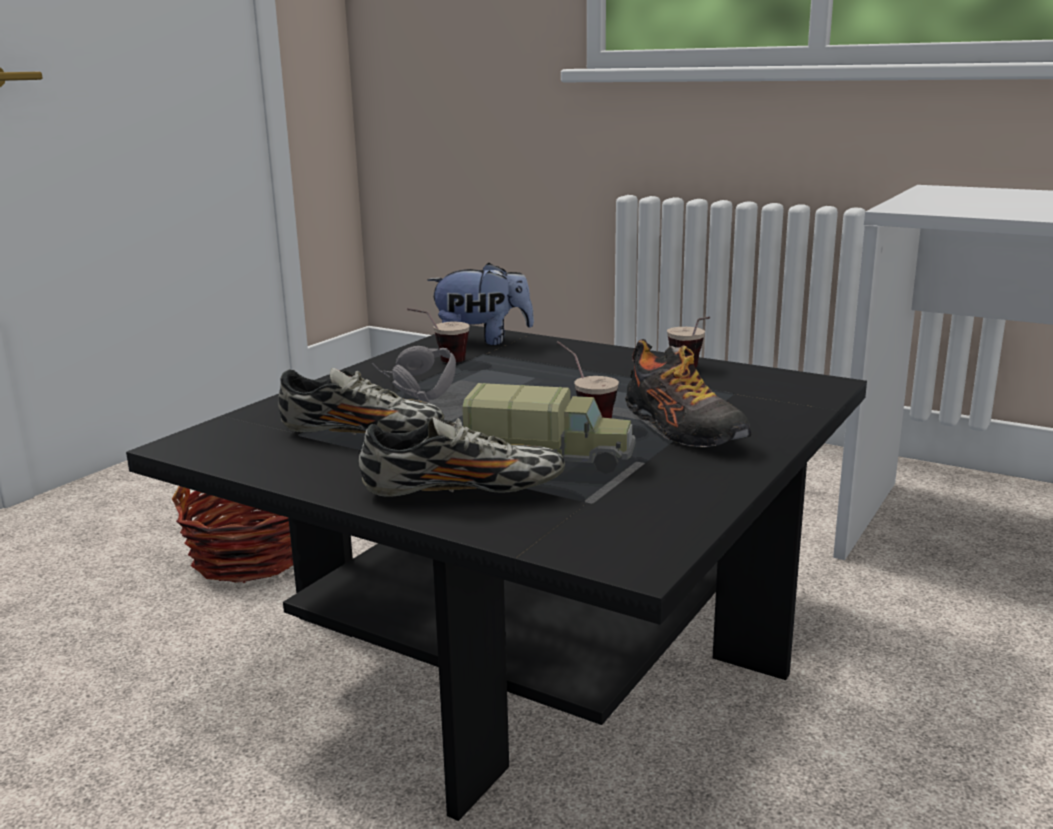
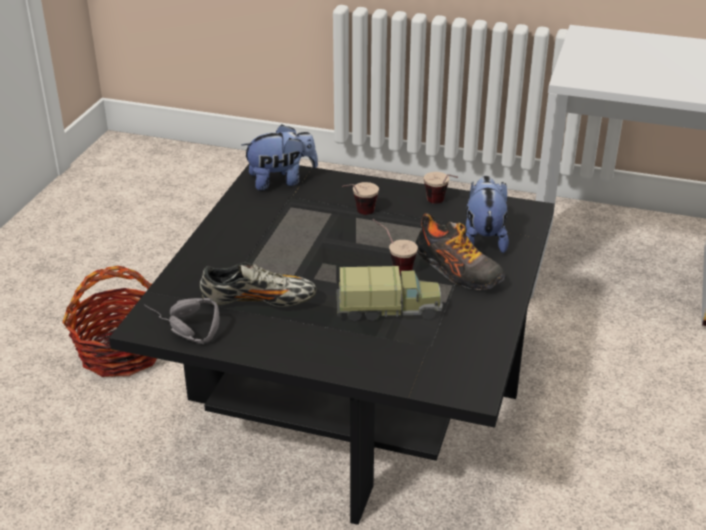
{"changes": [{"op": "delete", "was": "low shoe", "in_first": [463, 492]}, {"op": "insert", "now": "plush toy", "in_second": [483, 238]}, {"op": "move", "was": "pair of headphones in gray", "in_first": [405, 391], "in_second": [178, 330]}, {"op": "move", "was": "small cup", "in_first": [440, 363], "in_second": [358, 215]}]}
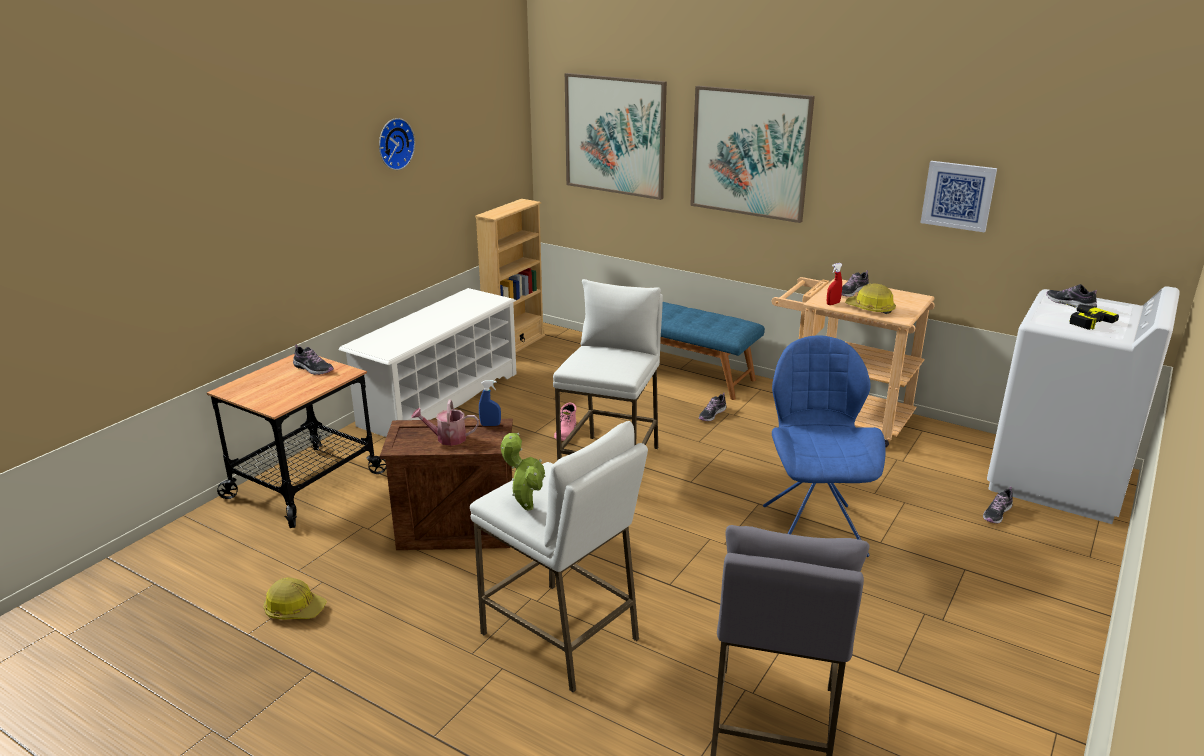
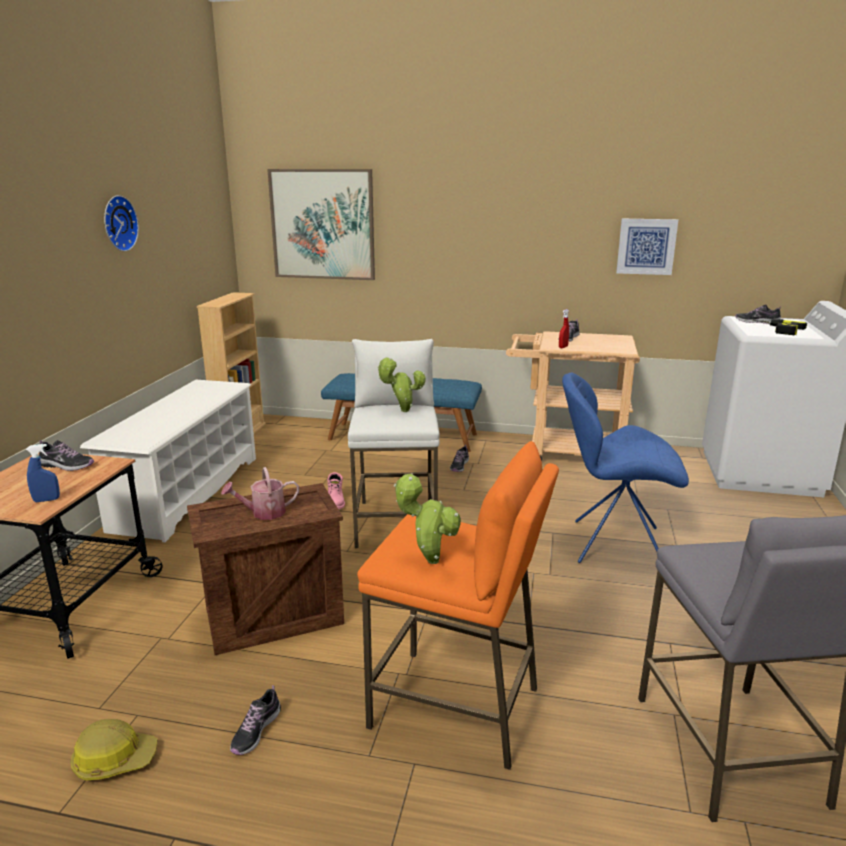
{"changes": [{"op": "delete", "was": "picture", "in_first": [750, 153]}, {"op": "delete", "was": "work helmet", "in_first": [870, 309]}, {"op": "insert", "now": "potted plant", "in_second": [402, 411]}, {"op": "move", "was": "spray bottle in blue-coloured", "in_first": [490, 425], "in_second": [46, 500]}, {"op": "move", "was": "low shoe", "in_first": [997, 513], "in_second": [256, 731]}, {"op": "recolor", "was": "stool in white", "now": "stool in orange", "in_first": [561, 636], "in_second": [456, 707]}, {"op": "rotate", "was": "chair in blue-coloured", "in_first": [813, 527], "in_second": [613, 544], "clockwise": -60}]}
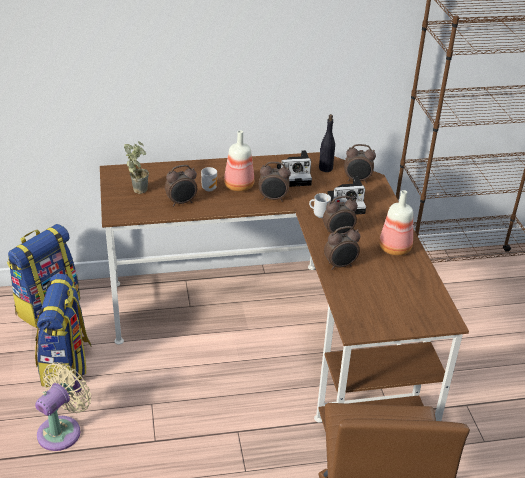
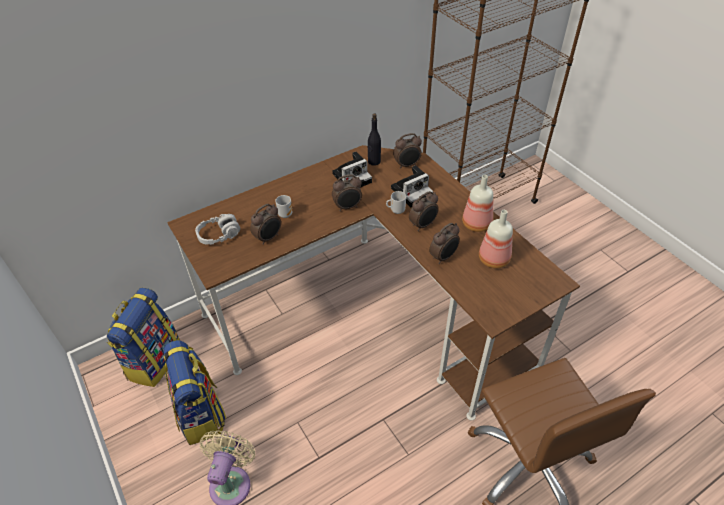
{"changes": [{"op": "move", "was": "drink bottle", "in_first": [239, 186], "in_second": [494, 260]}, {"op": "replace", "was": "potted plant", "now": "pair of headphones in gray", "in_first": [138, 188], "in_second": [219, 235]}]}
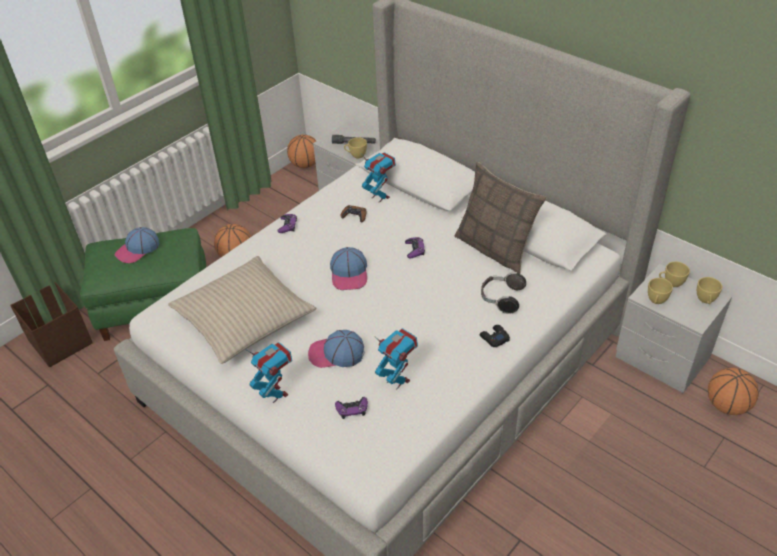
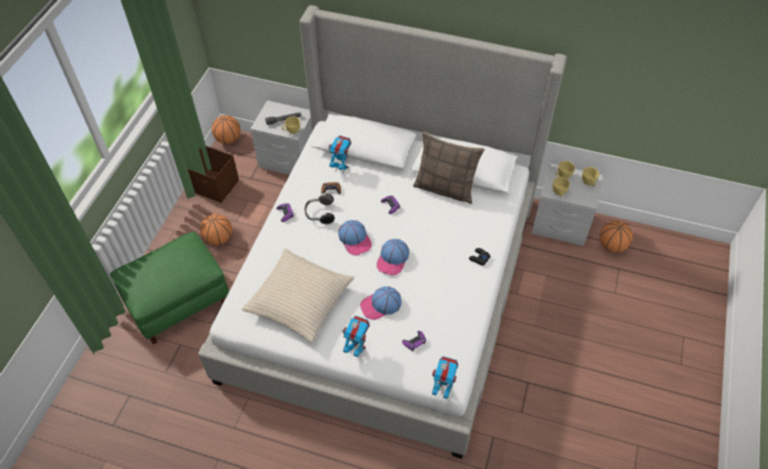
{"changes": [{"op": "move", "was": "storage bin in brown", "in_first": [60, 343], "in_second": [216, 186]}, {"op": "move", "was": "peaked cap", "in_first": [138, 249], "in_second": [393, 259]}, {"op": "move", "was": "toy robot", "in_first": [397, 380], "in_second": [443, 390]}, {"op": "move", "was": "pair of headphones", "in_first": [501, 299], "in_second": [320, 214]}]}
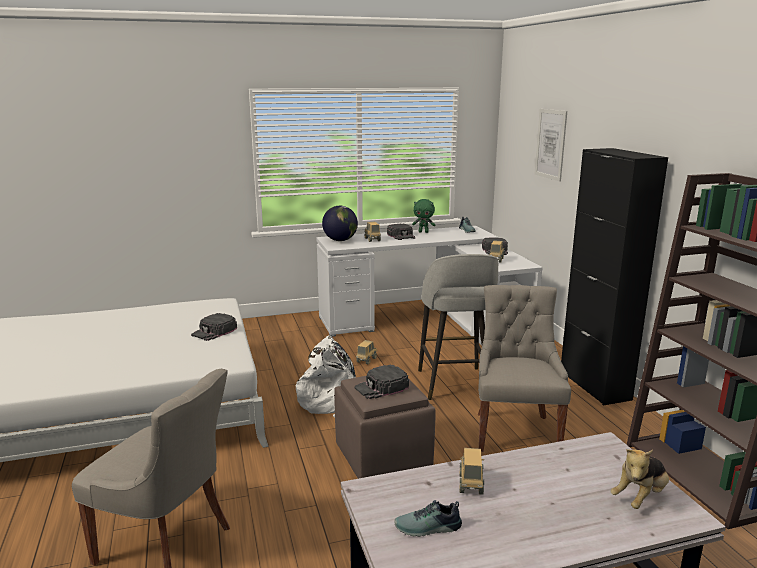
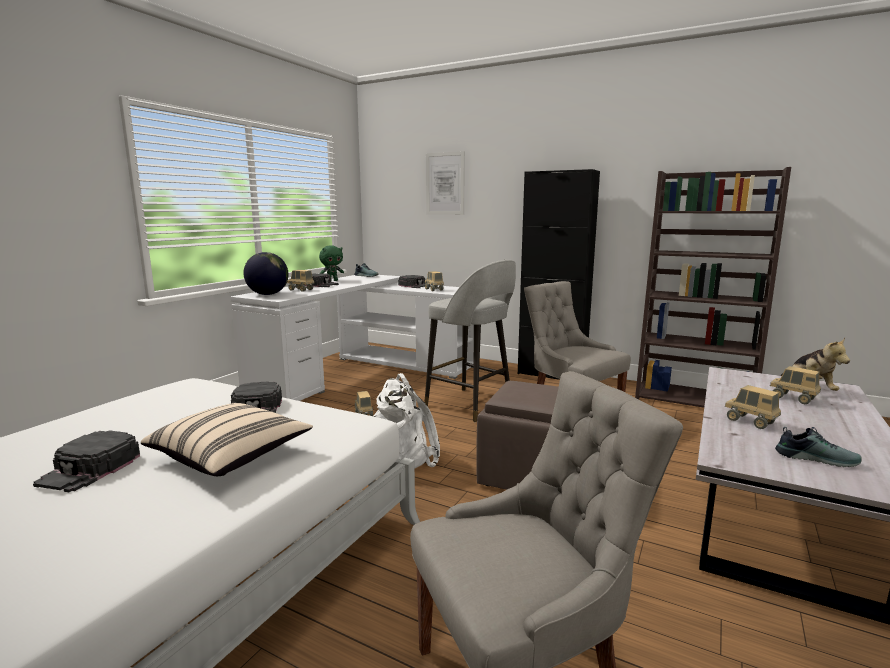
{"changes": [{"op": "insert", "now": "pillow in sand-coloured", "in_second": [232, 456]}, {"op": "insert", "now": "toy lorry", "in_second": [793, 399]}, {"op": "move", "was": "peaked cap in black-coloured", "in_first": [381, 387], "in_second": [90, 469]}, {"op": "rotate", "was": "low shoe", "in_first": [428, 528], "in_second": [815, 458], "clockwise": -105}]}
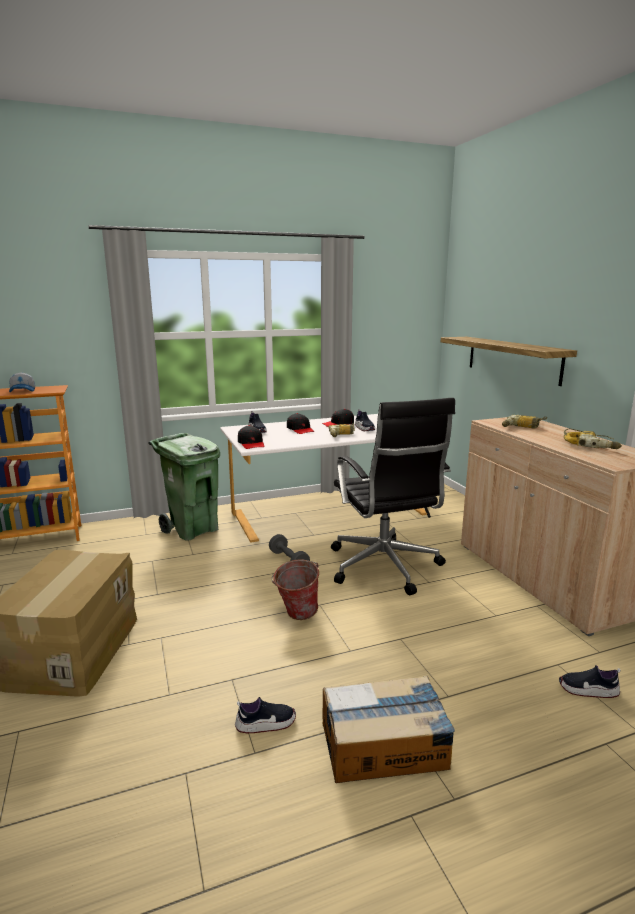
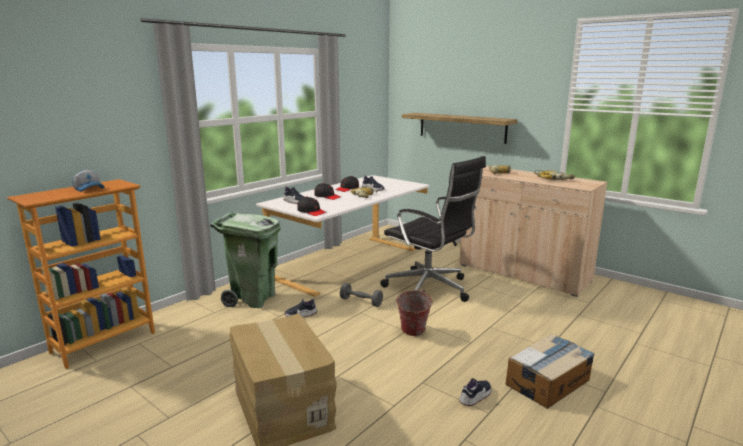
{"changes": [{"op": "move", "was": "low shoe", "in_first": [588, 690], "in_second": [301, 315]}]}
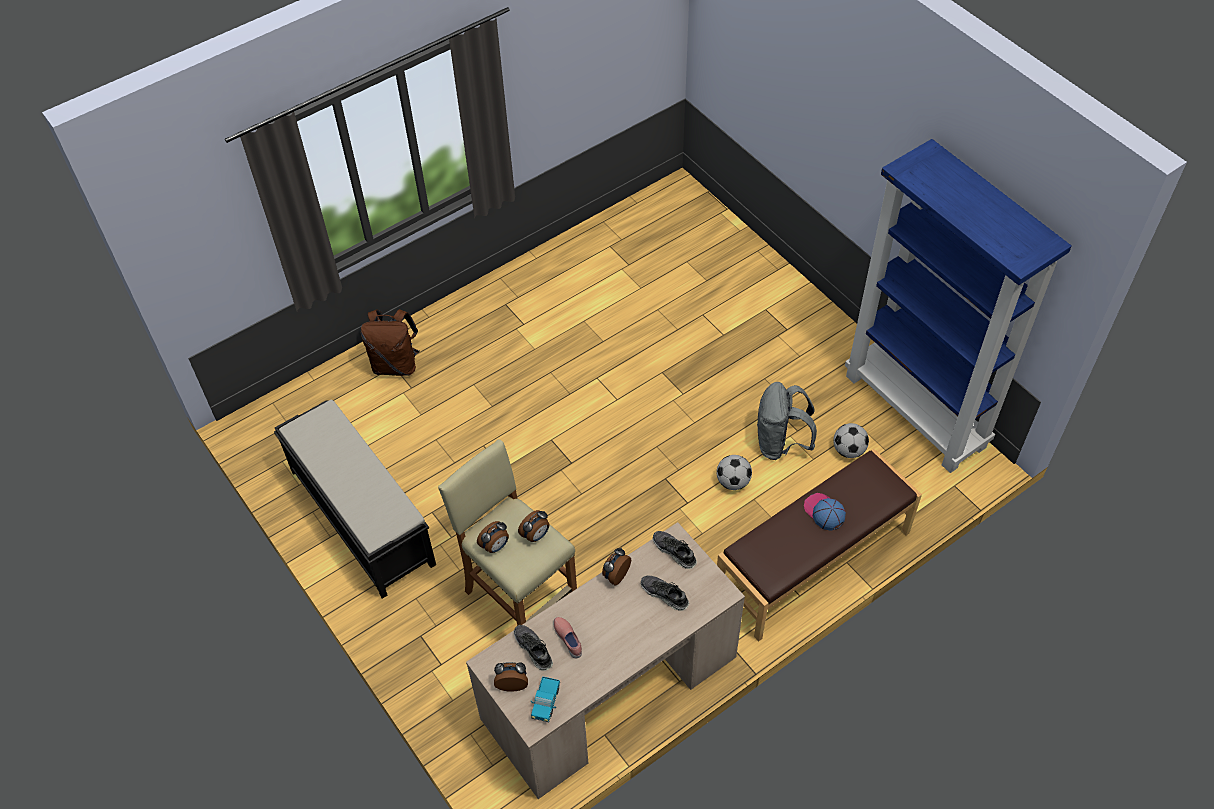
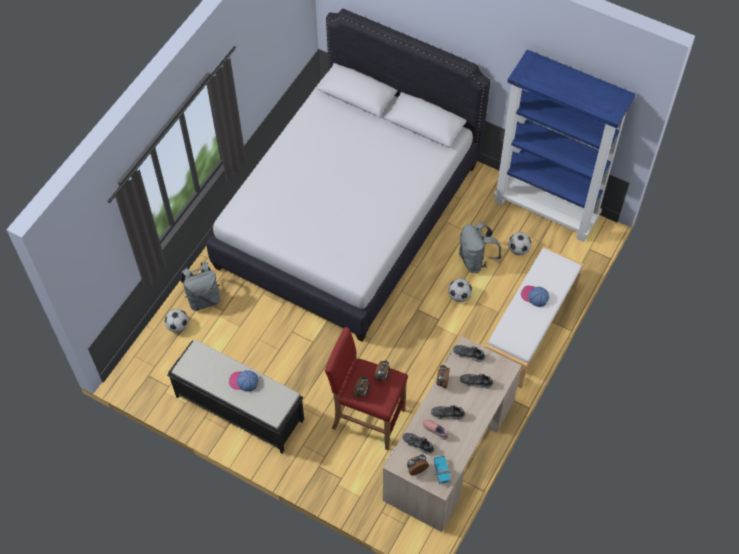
{"changes": [{"op": "insert", "now": "football", "in_second": [178, 326]}, {"op": "insert", "now": "sleeping bed in white", "in_second": [348, 215]}, {"op": "insert", "now": "peaked cap", "in_second": [243, 382]}, {"op": "insert", "now": "low shoe", "in_second": [447, 414]}, {"op": "recolor", "was": "rucksack in brown", "now": "rucksack in gray", "in_first": [396, 364], "in_second": [203, 299]}, {"op": "recolor", "was": "stool in sand-coloured", "now": "stool in reddish", "in_first": [520, 597], "in_second": [367, 418]}, {"op": "recolor", "was": "bench in brown", "now": "bench in white", "in_first": [813, 563], "in_second": [530, 328]}]}
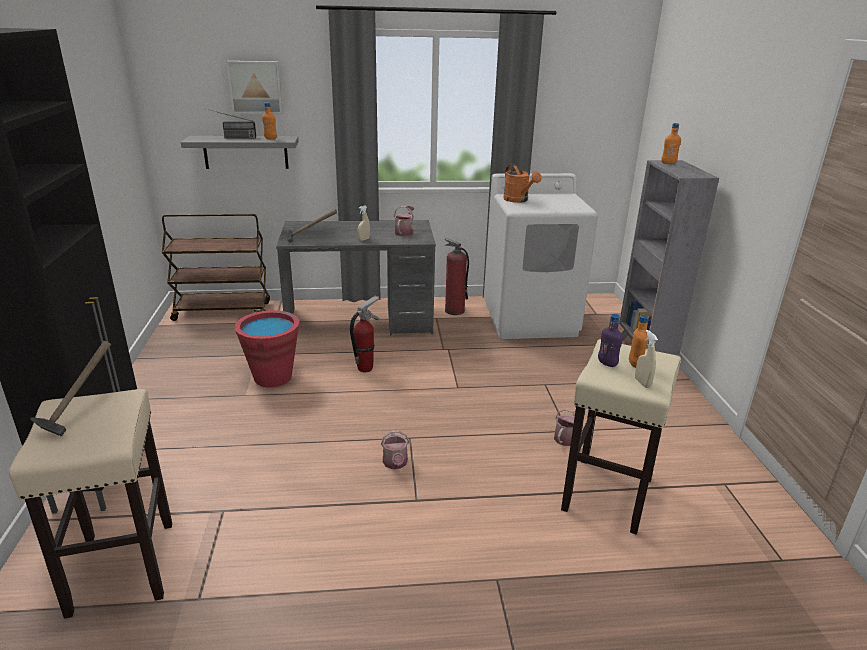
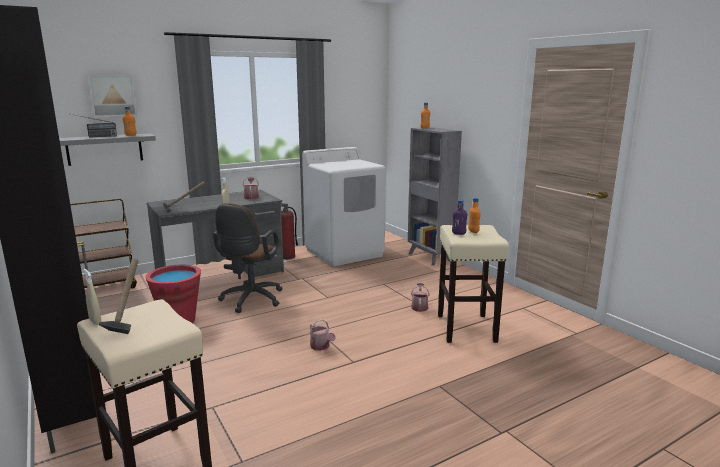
{"changes": [{"op": "delete", "was": "watering pot in orange", "in_first": [518, 200]}, {"op": "move", "was": "spray bottle in sand-coloured", "in_first": [642, 383], "in_second": [95, 321]}, {"op": "replace", "was": "fire-fighting cylinder", "now": "desk chair in brown", "in_first": [365, 368], "in_second": [250, 300]}]}
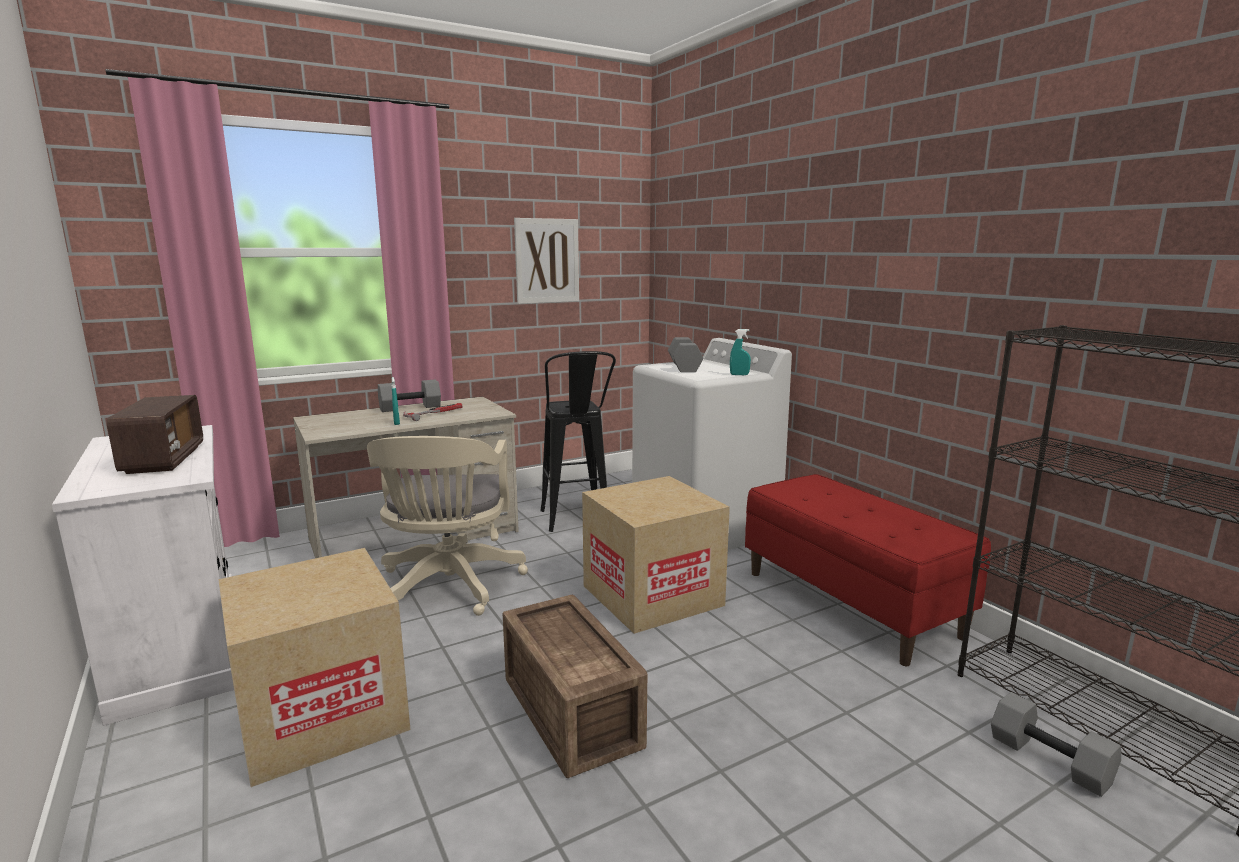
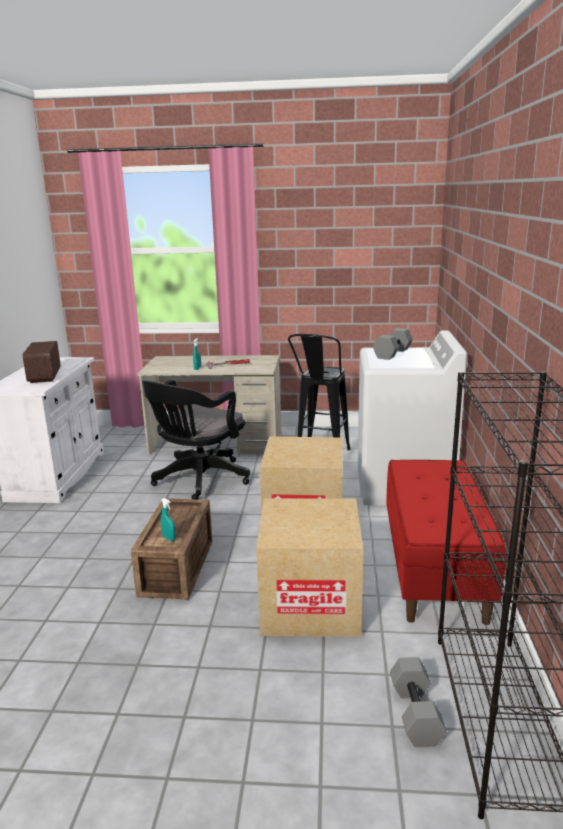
{"changes": [{"op": "delete", "was": "hand weight in gray", "in_first": [410, 407]}, {"op": "delete", "was": "picture", "in_first": [547, 261]}, {"op": "move", "was": "cardboard box", "in_first": [321, 715], "in_second": [310, 604]}, {"op": "move", "was": "spray bottle in turquoise", "in_first": [739, 375], "in_second": [169, 538]}, {"op": "recolor", "was": "desk chair in sand-coloured", "now": "desk chair in black-coloured", "in_first": [449, 588], "in_second": [198, 480]}, {"op": "rotate", "was": "radio", "in_first": [163, 459], "in_second": [45, 376], "clockwise": 150}]}
